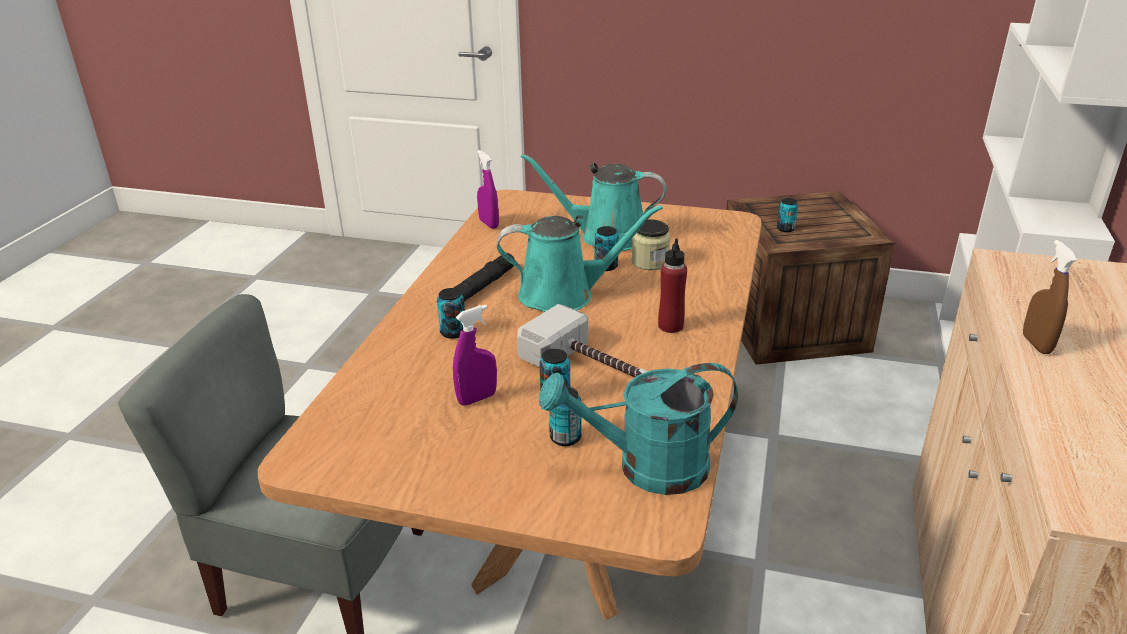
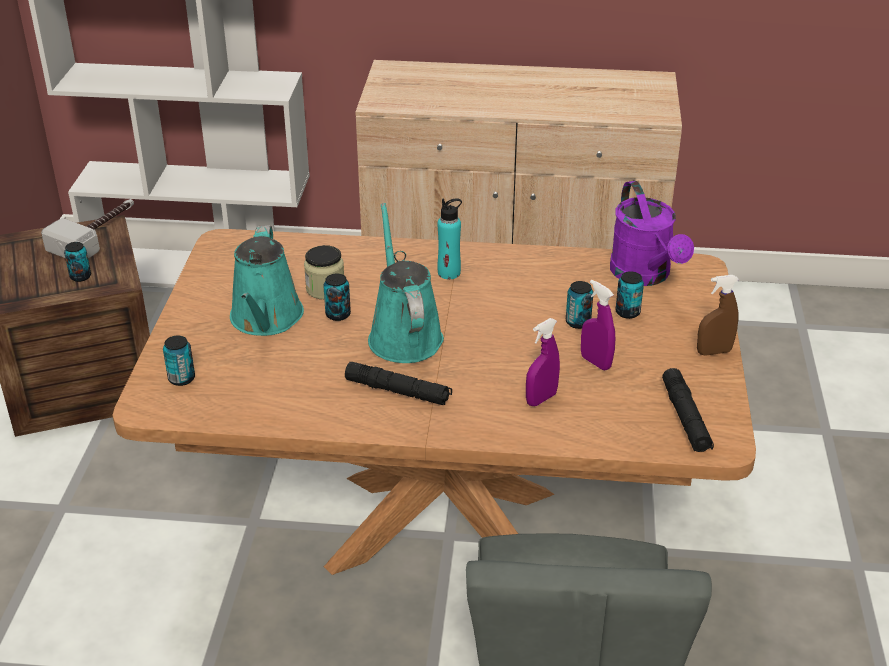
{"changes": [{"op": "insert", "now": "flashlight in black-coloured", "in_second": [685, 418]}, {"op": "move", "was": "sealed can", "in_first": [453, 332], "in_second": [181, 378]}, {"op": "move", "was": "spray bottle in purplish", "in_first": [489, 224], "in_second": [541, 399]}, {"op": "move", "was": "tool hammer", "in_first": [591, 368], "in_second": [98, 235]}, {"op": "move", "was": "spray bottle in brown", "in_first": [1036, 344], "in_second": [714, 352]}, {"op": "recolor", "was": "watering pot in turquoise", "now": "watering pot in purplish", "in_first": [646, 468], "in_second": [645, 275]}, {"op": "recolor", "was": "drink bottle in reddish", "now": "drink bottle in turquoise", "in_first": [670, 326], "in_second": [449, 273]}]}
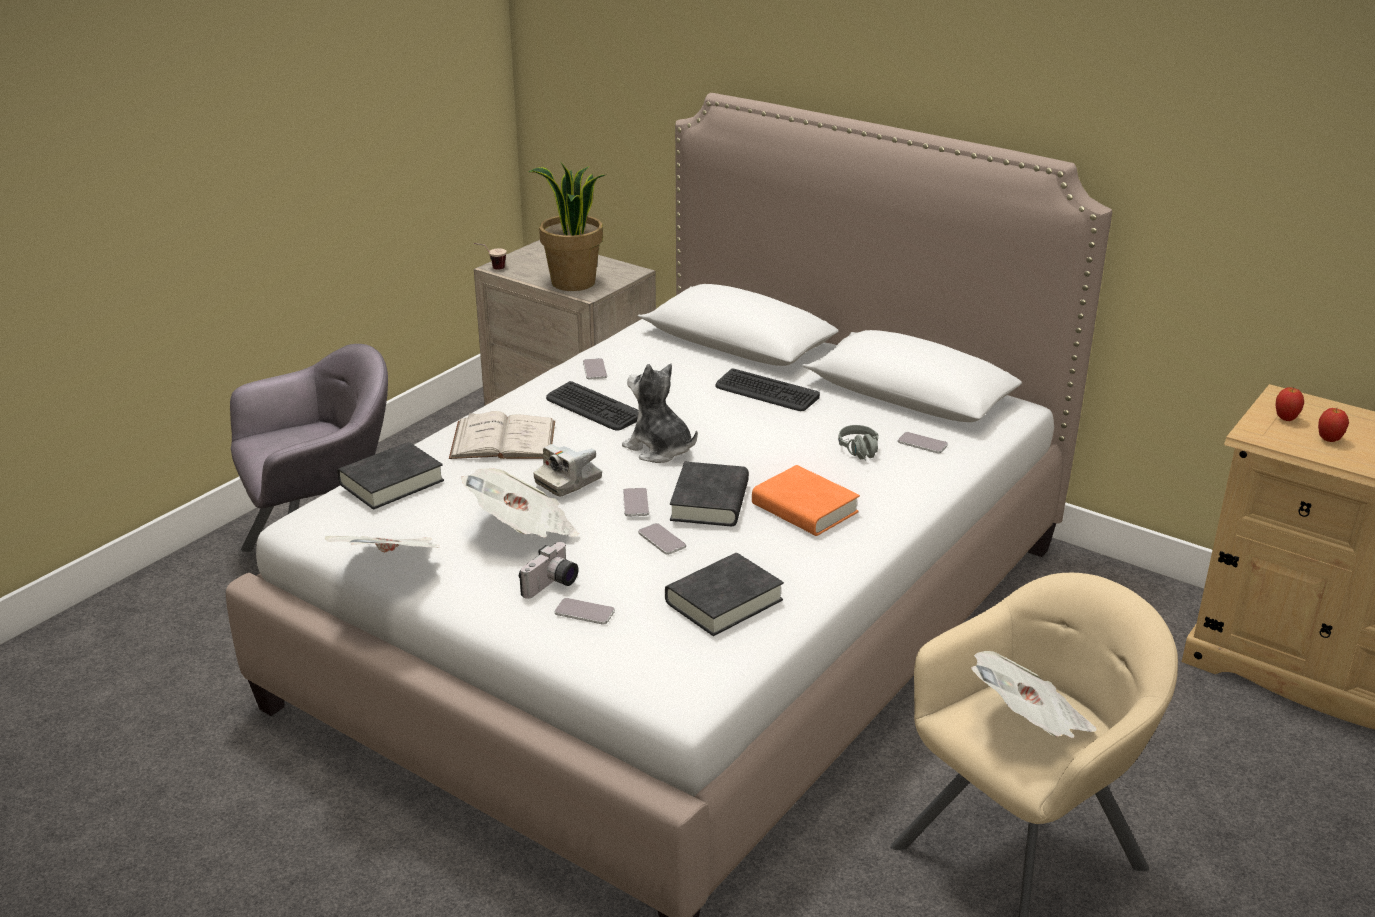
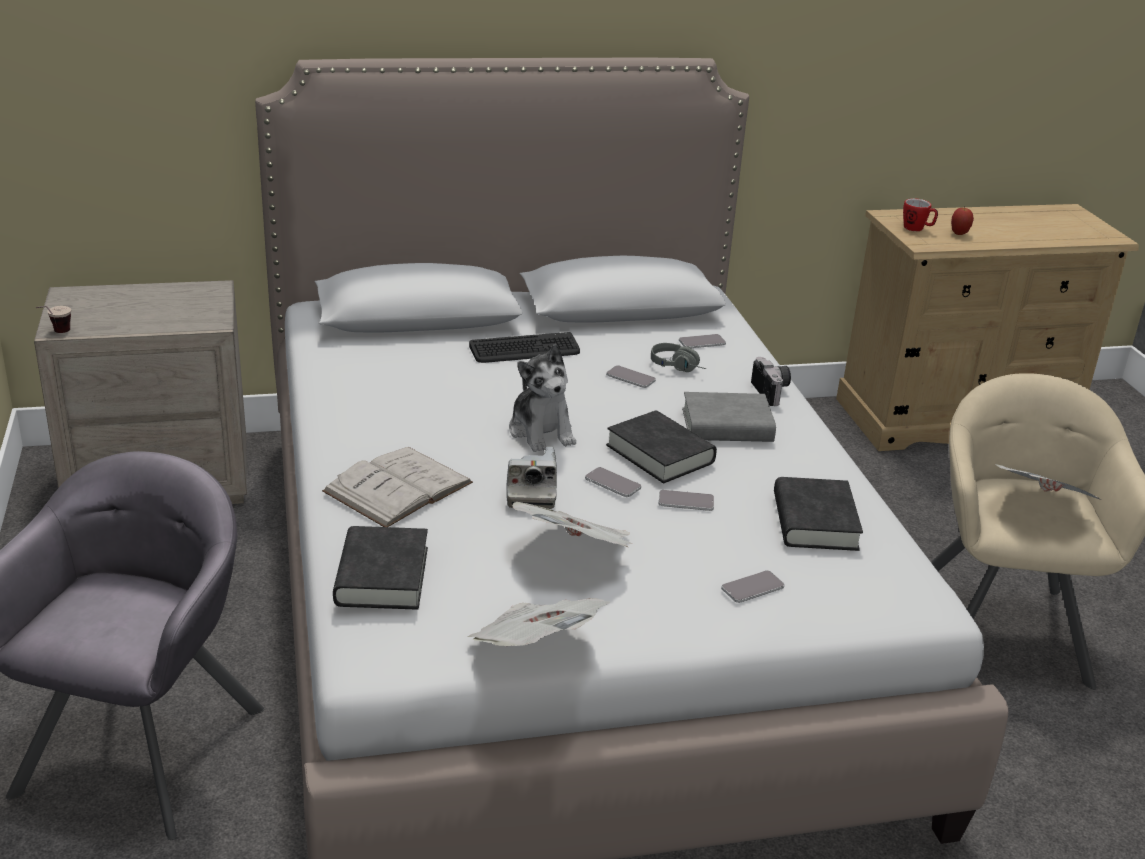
{"changes": [{"op": "delete", "was": "potted plant", "in_first": [573, 283]}, {"op": "delete", "was": "keyboard", "in_first": [593, 408]}, {"op": "move", "was": "still camera", "in_first": [552, 585], "in_second": [773, 392]}, {"op": "move", "was": "handset", "in_first": [595, 370], "in_second": [630, 377]}, {"op": "replace", "was": "whole apple", "now": "mug", "in_first": [1285, 419], "in_second": [917, 229]}, {"op": "recolor", "was": "volume in orange", "now": "volume in gray", "in_first": [804, 508], "in_second": [727, 426]}, {"op": "rotate", "was": "plush toy", "in_first": [659, 449], "in_second": [541, 432], "clockwise": -105}]}
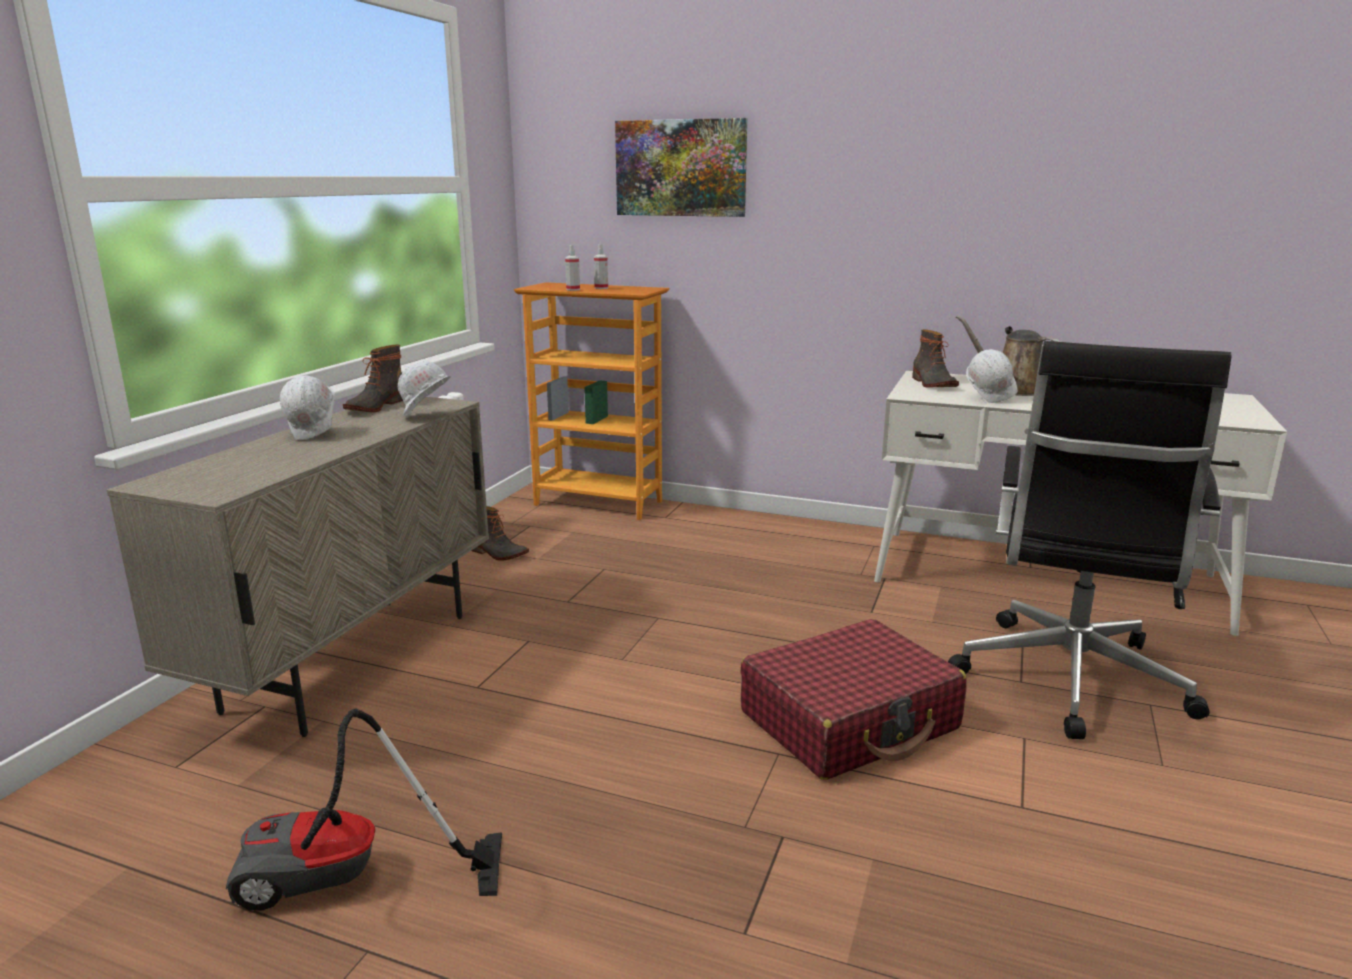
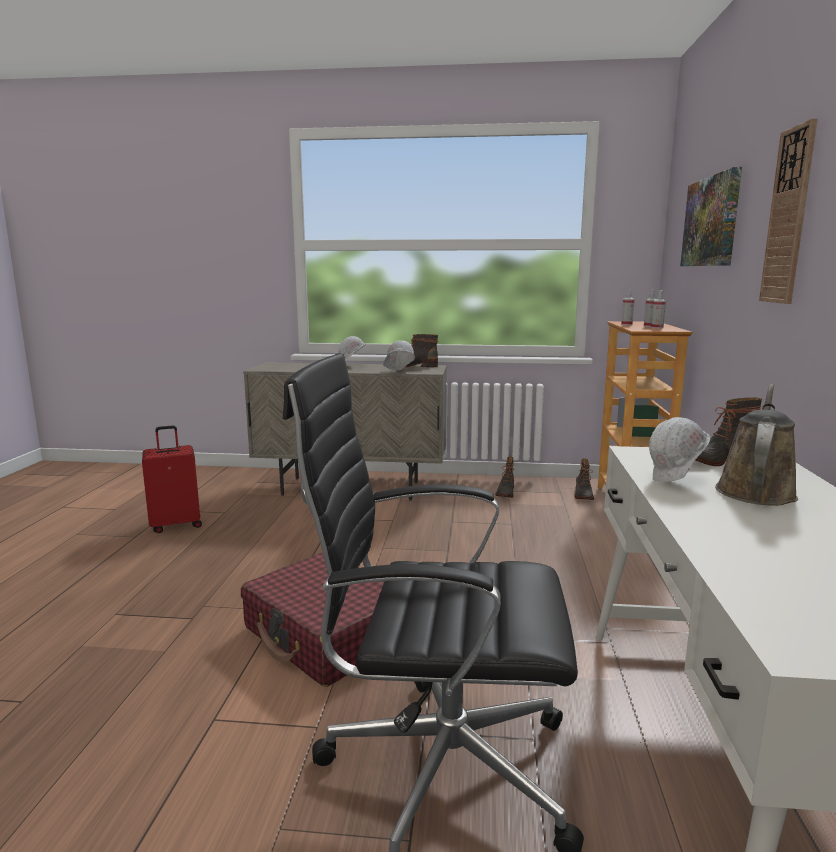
{"changes": [{"op": "insert", "now": "high-top boot", "in_second": [582, 495]}, {"op": "insert", "now": "spray bottle", "in_second": [657, 328]}, {"op": "insert", "now": "wall clock", "in_second": [788, 217]}, {"op": "replace", "was": "vacuum cleaner", "now": "suitcase in reddish", "in_first": [346, 883], "in_second": [176, 525]}]}
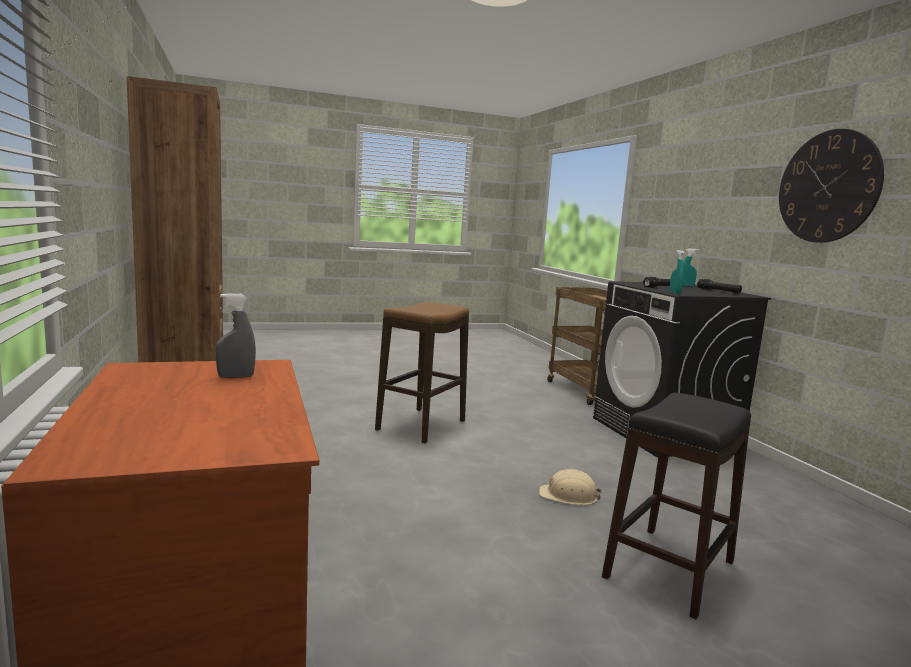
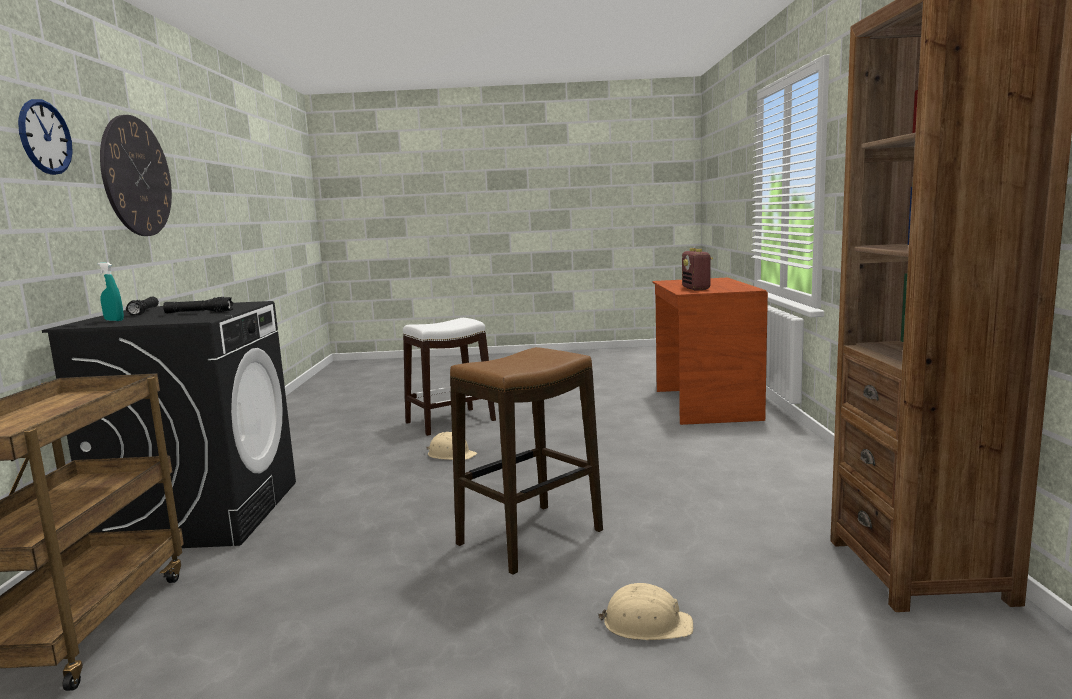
{"changes": [{"op": "delete", "was": "spray bottle in turquoise", "in_first": [675, 292]}, {"op": "insert", "now": "wall clock", "in_second": [45, 137]}, {"op": "insert", "now": "work helmet in sand-coloured", "in_second": [646, 624]}, {"op": "replace", "was": "spray bottle in gray", "now": "radio", "in_first": [236, 377], "in_second": [696, 288]}, {"op": "recolor", "was": "stool in black-coloured", "now": "stool in white", "in_first": [668, 569], "in_second": [451, 421]}]}
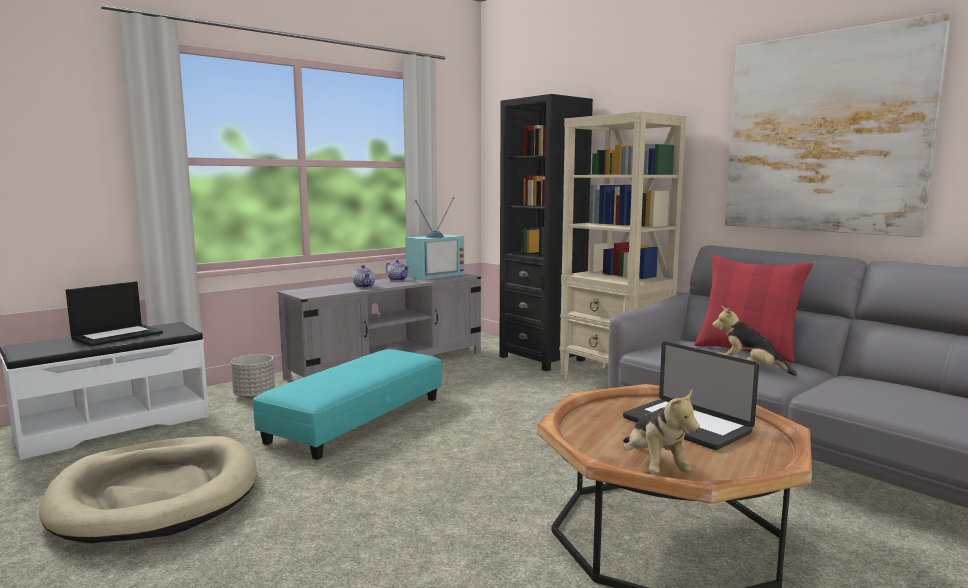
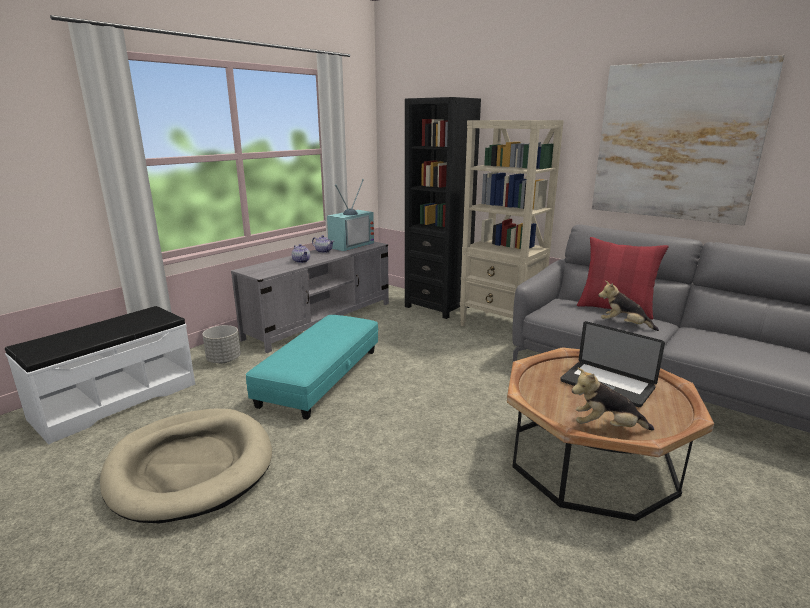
{"changes": [{"op": "delete", "was": "notebook computer", "in_first": [118, 335]}, {"op": "rotate", "was": "plush toy", "in_first": [654, 466], "in_second": [606, 427], "clockwise": 120}]}
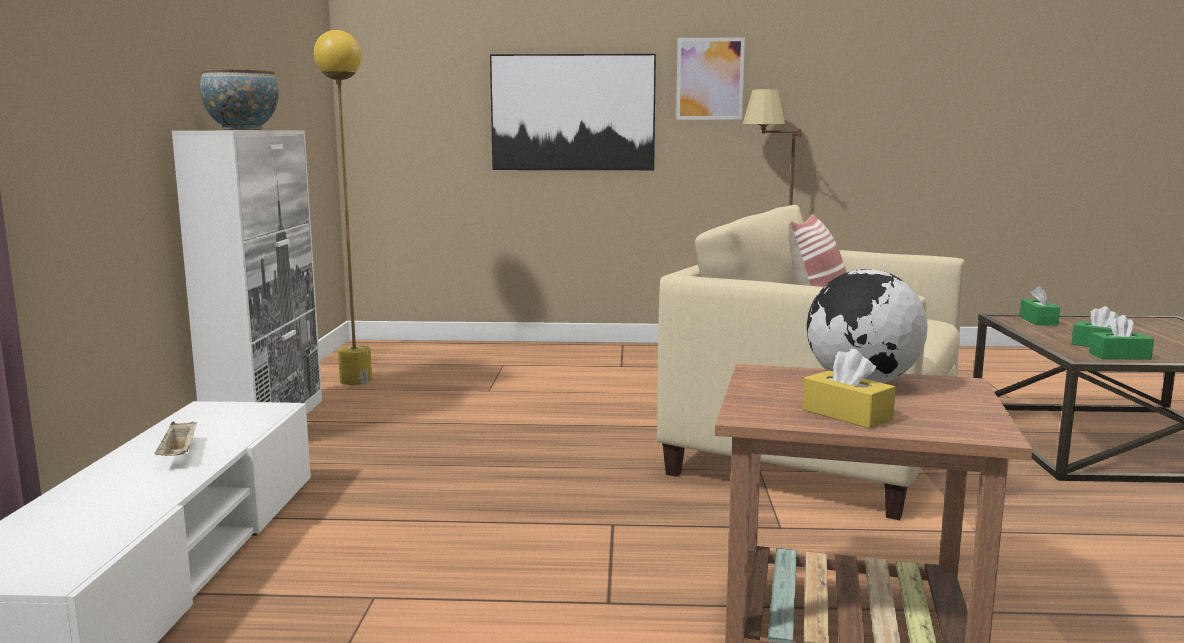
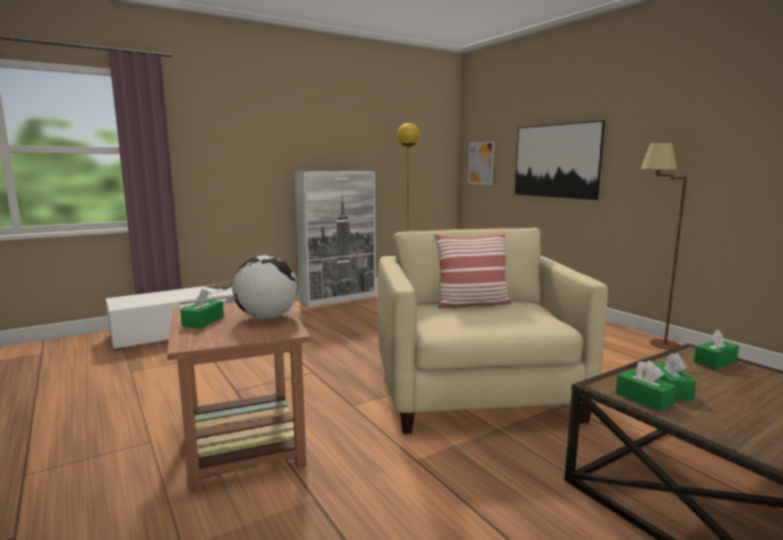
{"changes": [{"op": "delete", "was": "deep dish", "in_first": [242, 130]}, {"op": "move", "was": "picture", "in_first": [710, 79], "in_second": [481, 163]}, {"op": "recolor", "was": "tissue box in yellow", "now": "tissue box in green-coloured", "in_first": [847, 415], "in_second": [203, 321]}]}
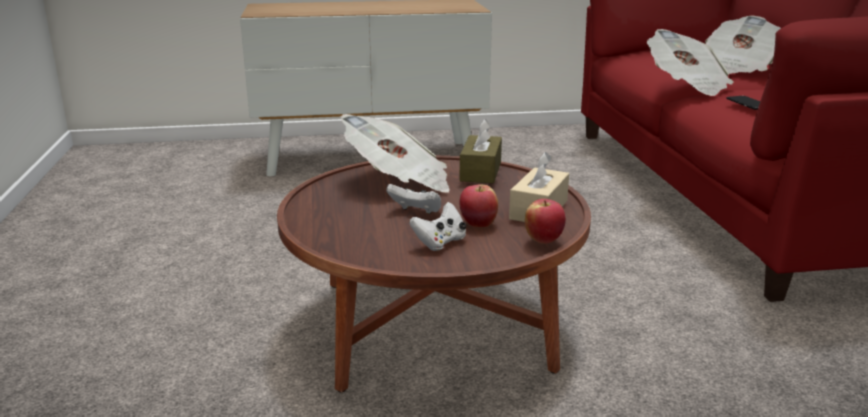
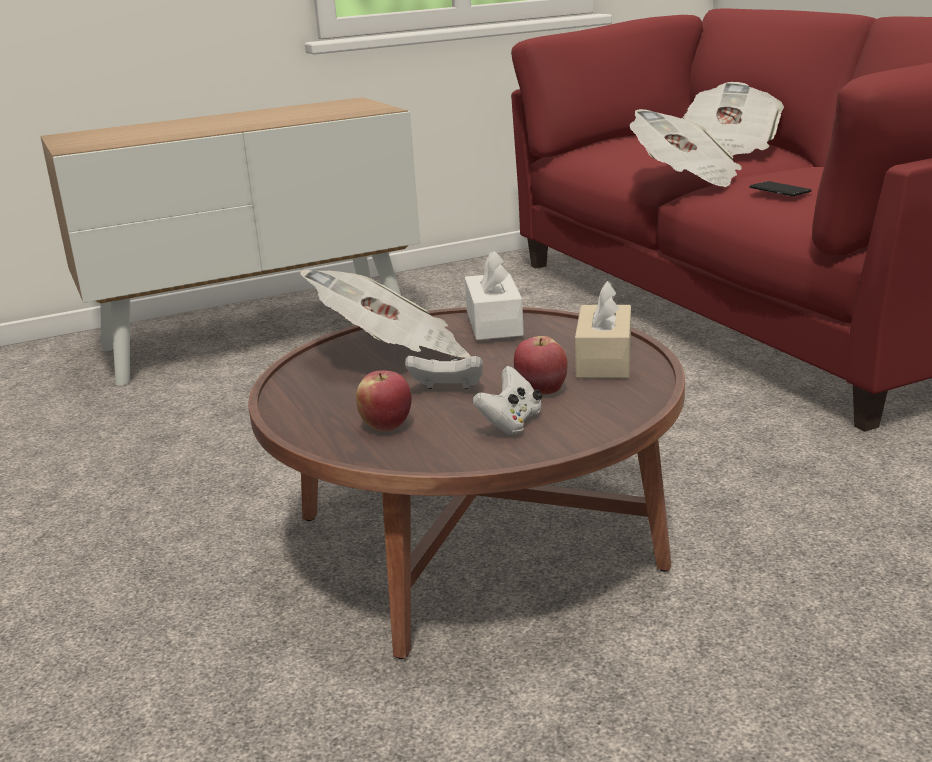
{"changes": [{"op": "move", "was": "whole apple", "in_first": [543, 240], "in_second": [386, 426]}, {"op": "recolor", "was": "tissue box in brown", "now": "tissue box in white", "in_first": [480, 171], "in_second": [494, 323]}]}
